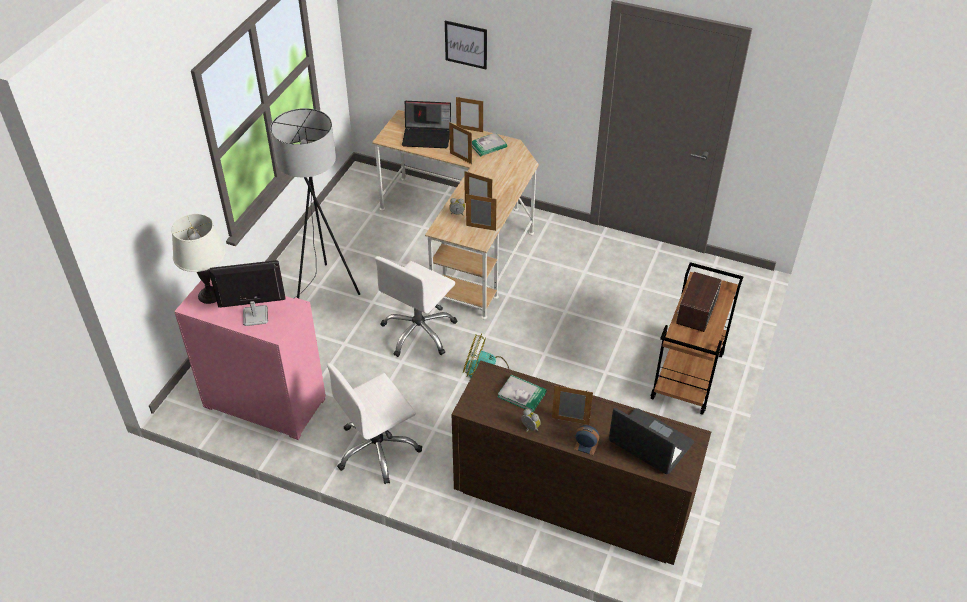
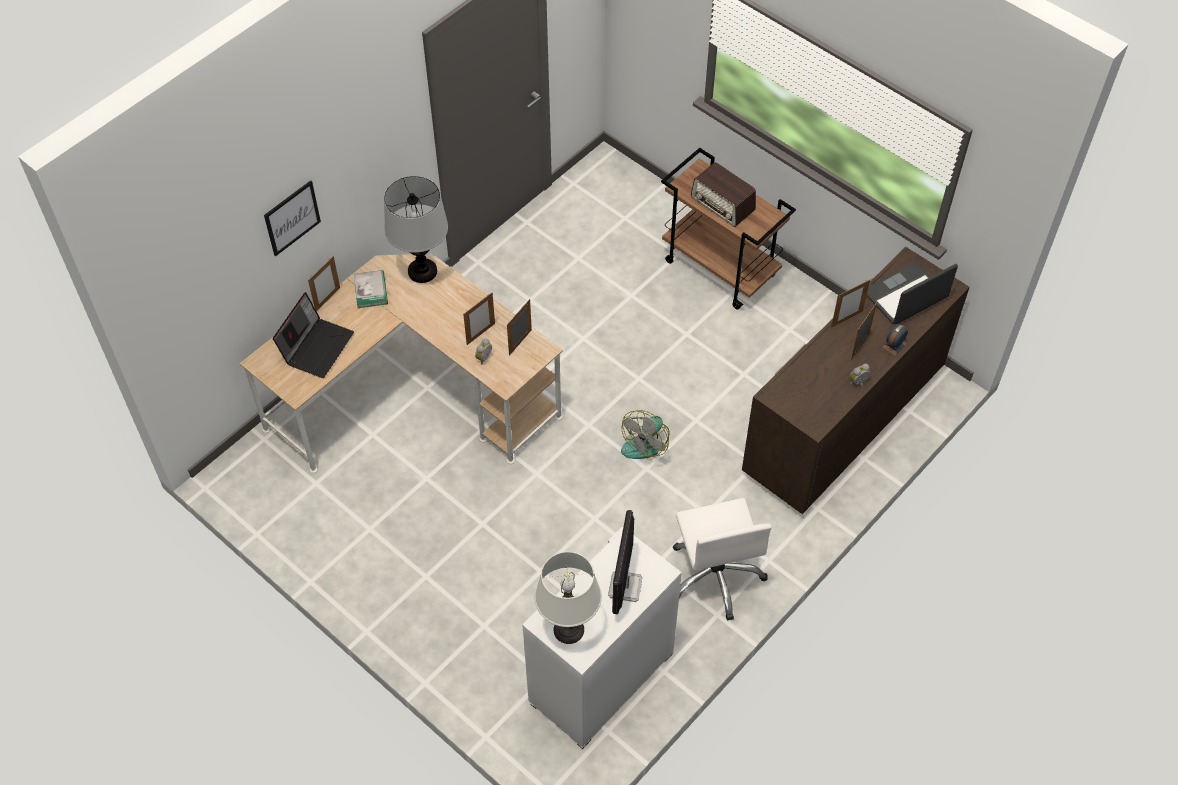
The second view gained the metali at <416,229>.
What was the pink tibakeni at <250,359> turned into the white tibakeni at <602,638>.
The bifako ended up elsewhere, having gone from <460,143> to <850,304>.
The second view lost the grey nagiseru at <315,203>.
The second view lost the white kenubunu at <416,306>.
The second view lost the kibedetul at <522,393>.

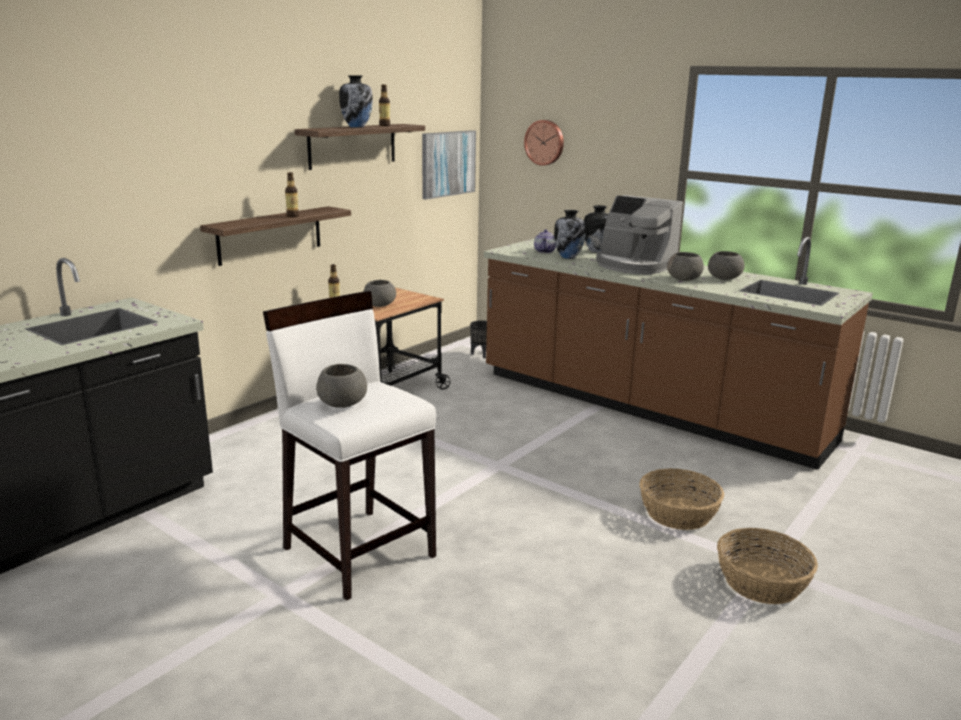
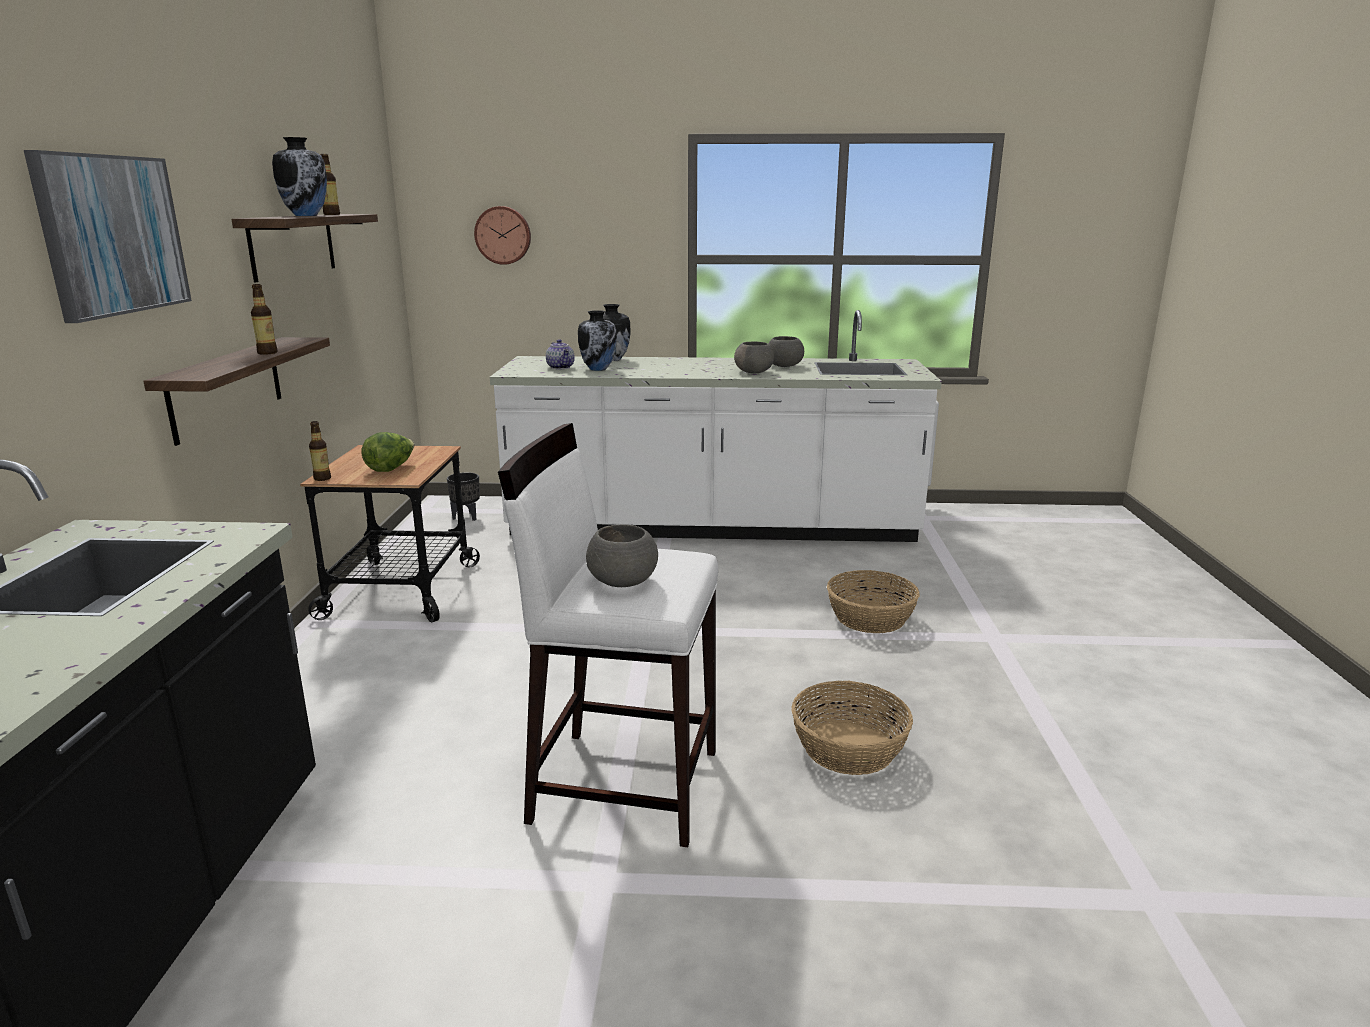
The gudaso ended up elsewhere, having gone from <449,165> to <108,236>.
Where the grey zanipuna stood at <379,293>, the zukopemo came to stand at <387,452>.
What was the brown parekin at <678,353> turned into the white parekin at <716,426>.
The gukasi ended up elsewhere, having gone from <767,566> to <852,728>.
The second view lost the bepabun at <639,234>.

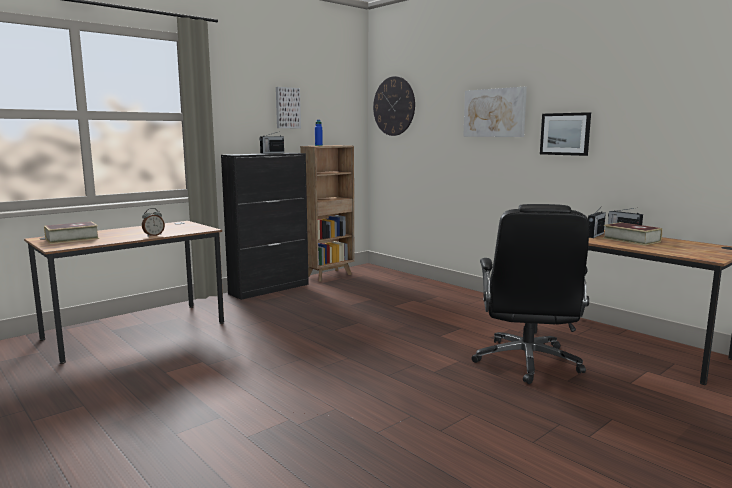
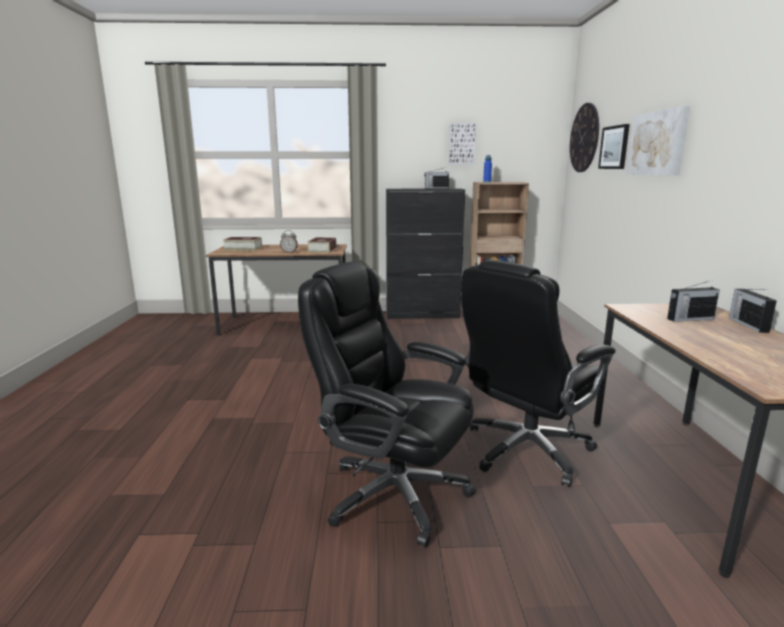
The second view gained the black kenubunu at <387,404>.
The kibedetul ended up elsewhere, having gone from <632,234> to <322,245>.
The gudaso ended up elsewhere, having gone from <565,134> to <614,146>.

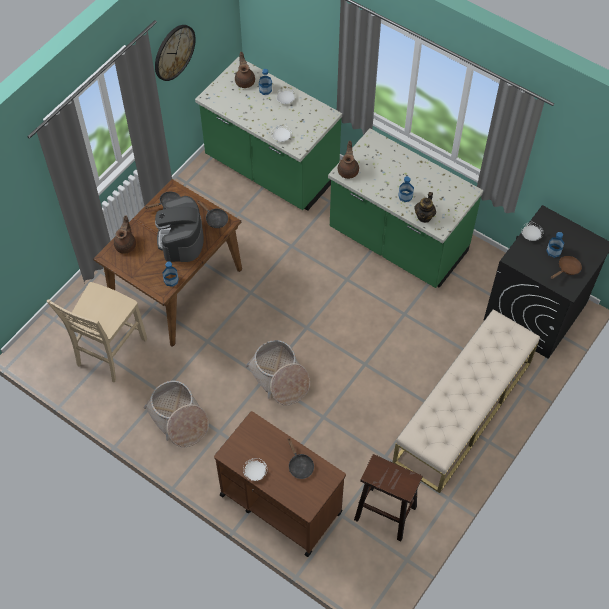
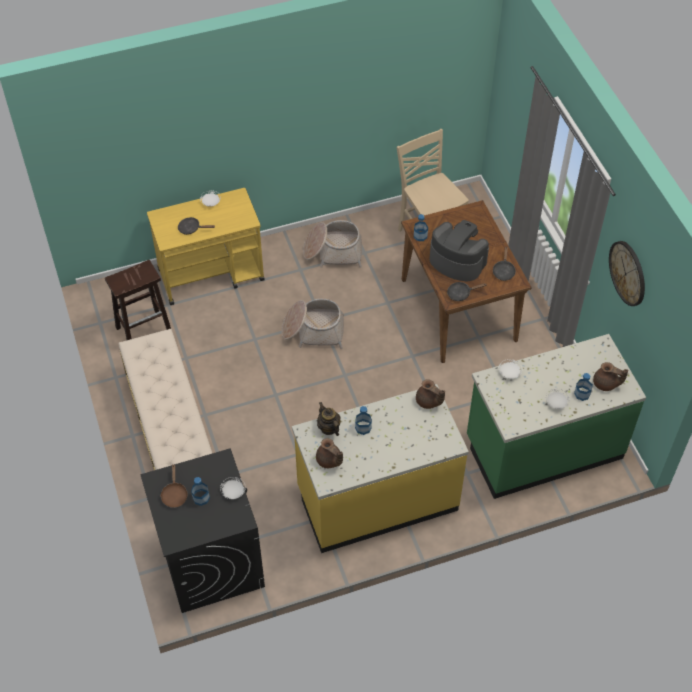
What was the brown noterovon at <280,484> turned into the yellow noterovon at <206,246>.
What was the green parekin at <405,208> turned into the yellow parekin at <380,468>.
The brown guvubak ended up elsewhere, having gone from <125,234> to <329,453>.

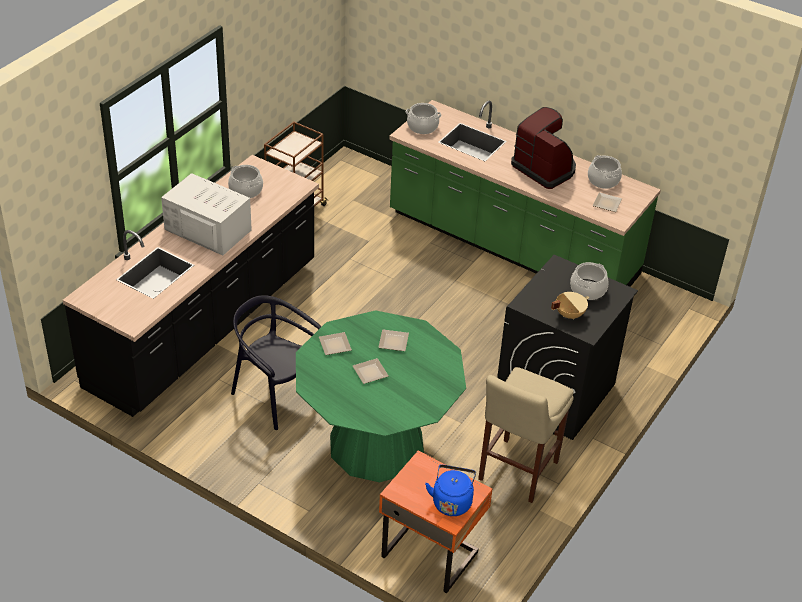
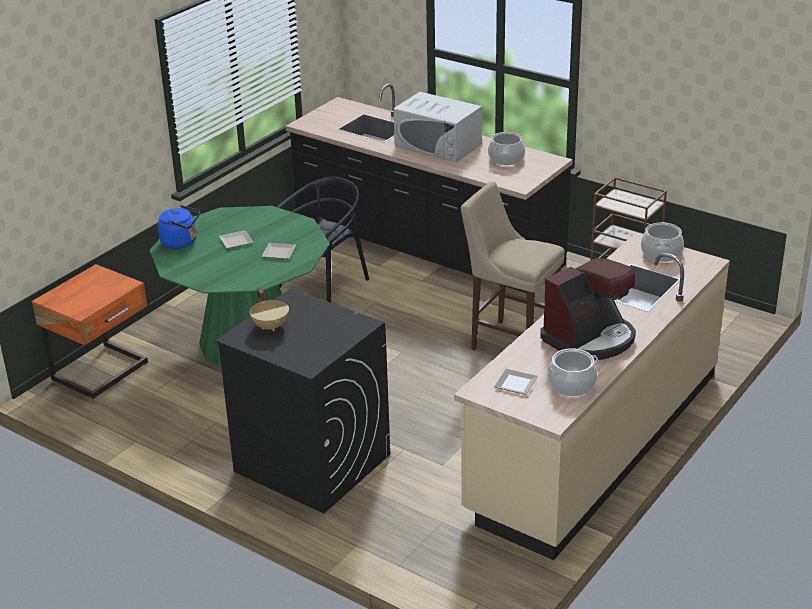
The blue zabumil ended up elsewhere, having gone from <450,490> to <179,227>.
The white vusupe at <206,214> ended up facing another way, 90 degrees clockwise from before.
What was the green parekin at <525,193> turned into the beige parekin at <592,396>.
The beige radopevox ended up elsewhere, having gone from <526,435> to <513,266>.
The second view lost the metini at <335,343>.
The second view lost the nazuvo at <589,281>.

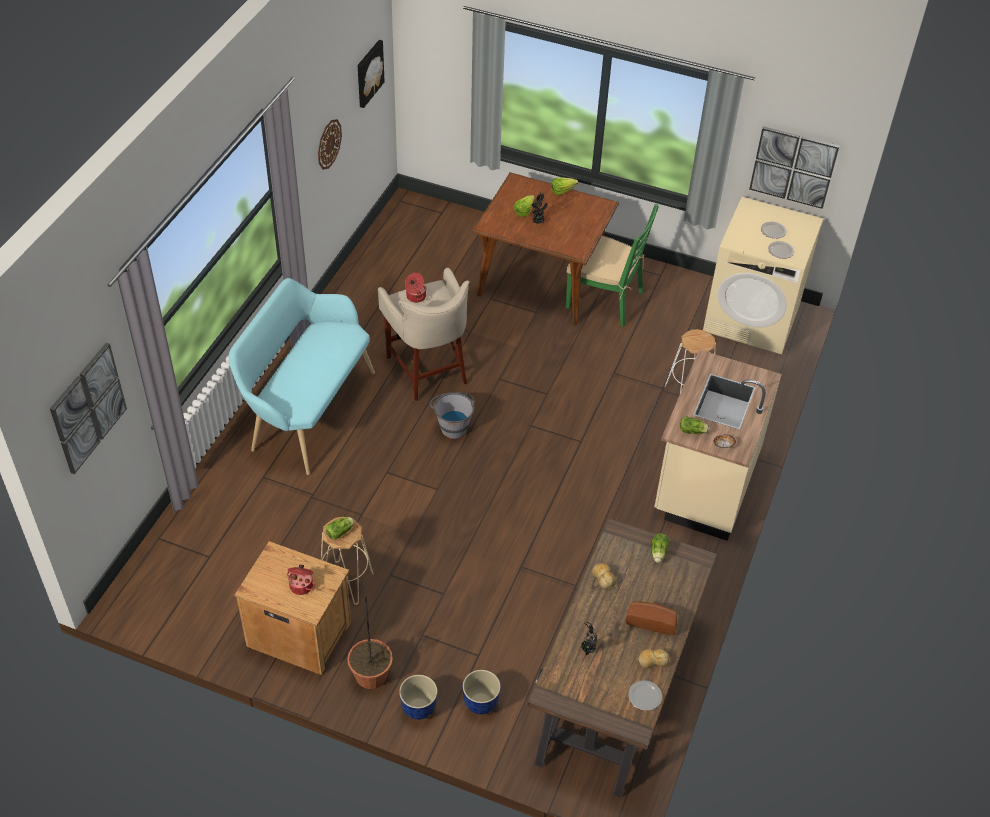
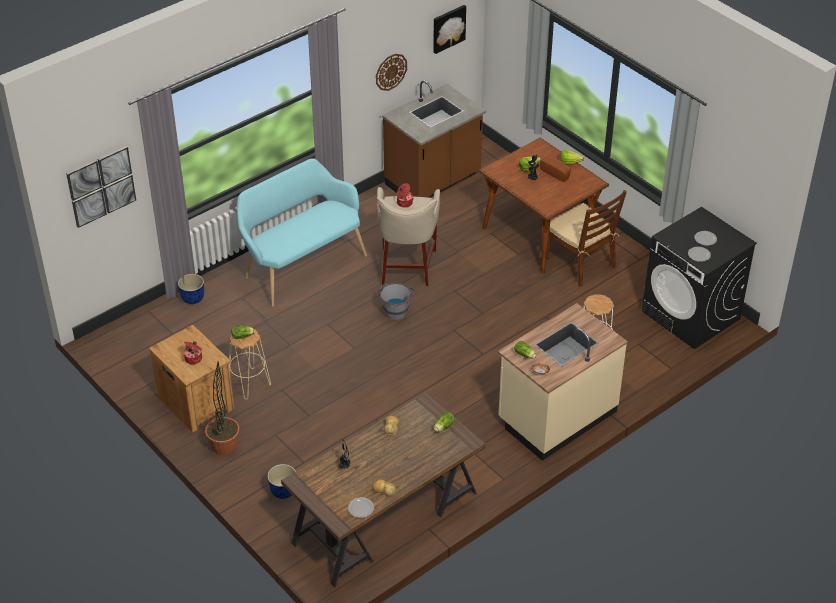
The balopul ended up elsewhere, having gone from <418,697> to <191,289>.
The second view gained the brown parekin at <434,139>.
The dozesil ended up elsewhere, having gone from <651,618> to <555,169>.
What was the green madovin at <612,265> turned into the brown madovin at <586,238>.
What was the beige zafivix at <763,275> turned into the black zafivix at <699,278>.
The second view lost the gudaso at <794,167>.

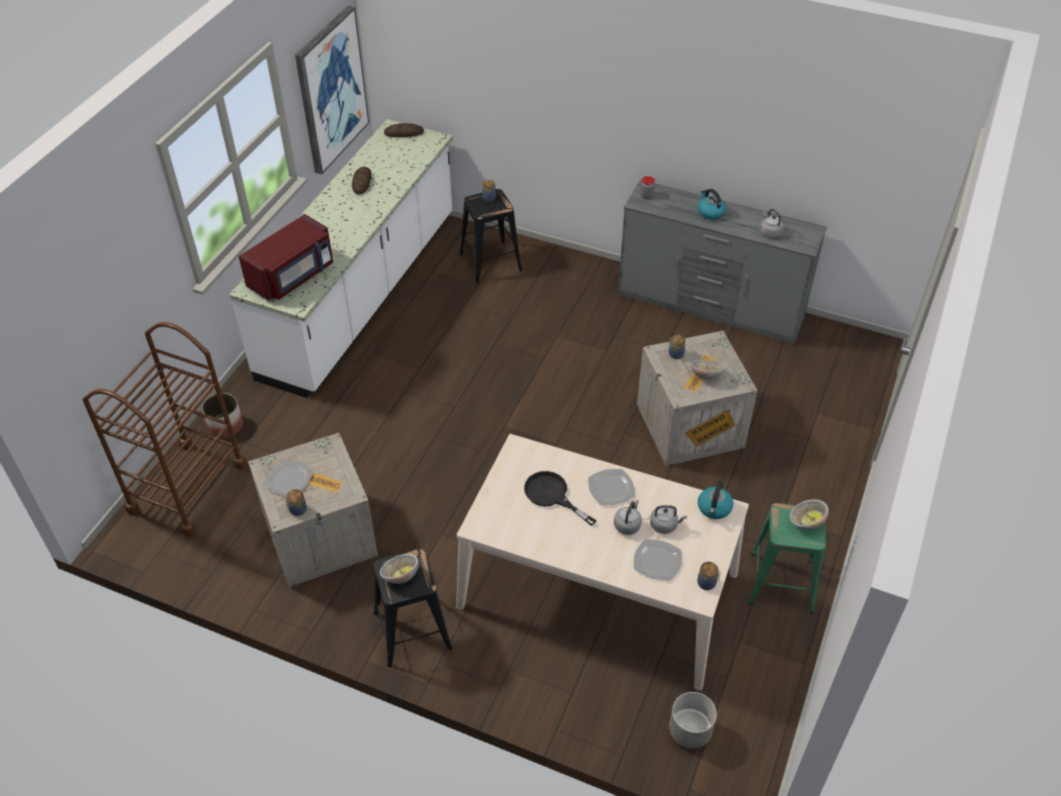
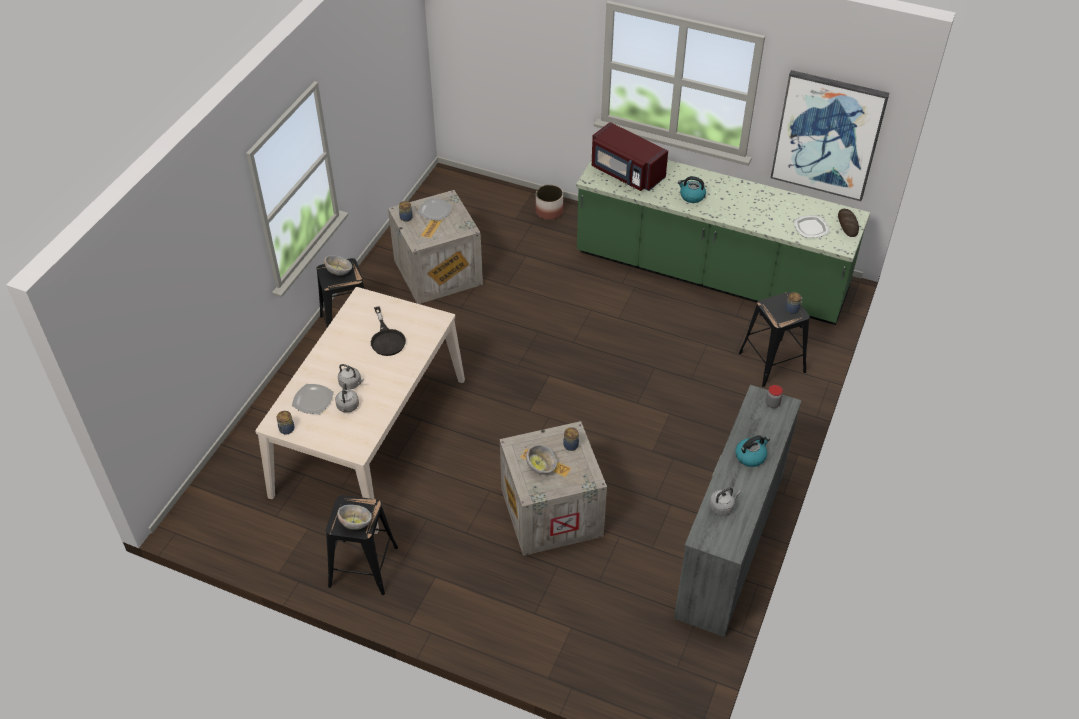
What was the green radopevox at <787,558> turned into the black radopevox at <362,545>.
The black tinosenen at <560,498> ended up facing another way, 120 degrees clockwise from before.
What was the white parekin at <341,258> turned into the green parekin at <723,242>.
The zabumil ended up elsewhere, having gone from <715,500> to <692,189>.
The metini ended up elsewhere, having gone from <611,487> to <811,226>.
The second view lost the brown noterovon at <165,429>.
The second view lost the dozesil at <362,180>.
The second view lost the grey balopul at <693,720>.

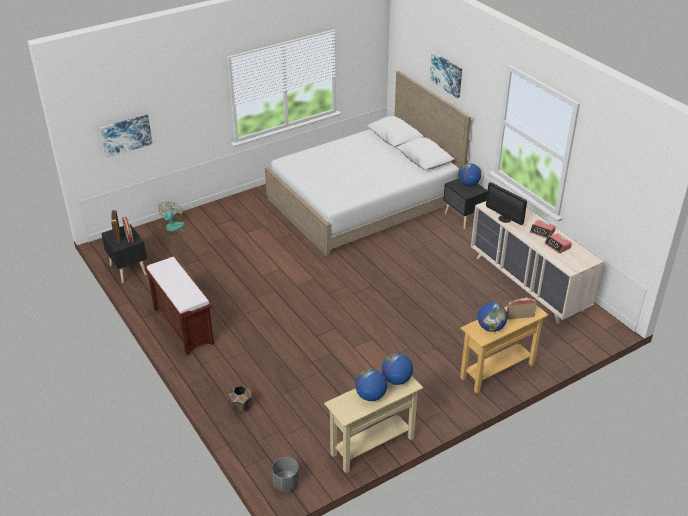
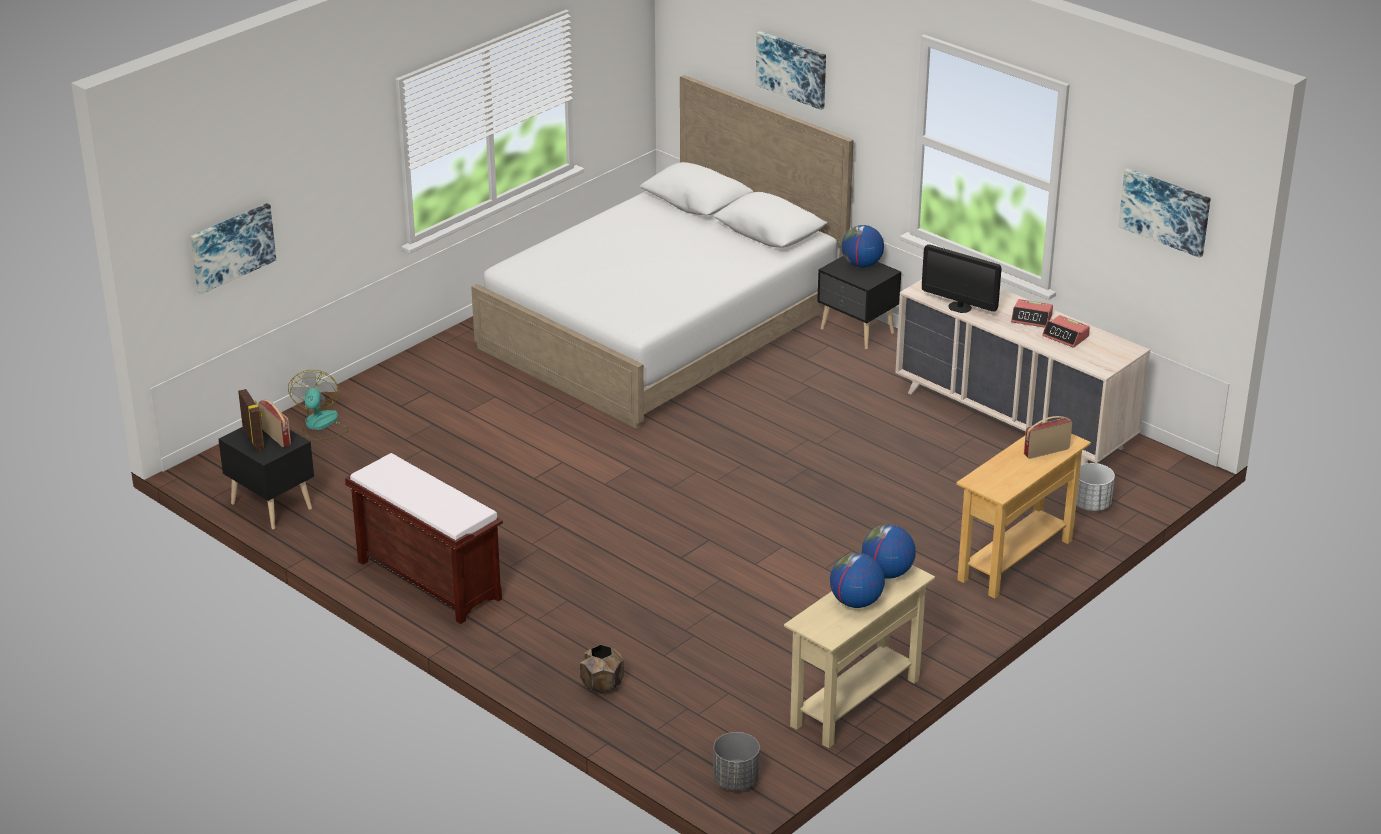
The second view gained the white balopul at <1095,487>.
The second view gained the gudaso at <1164,213>.
The second view lost the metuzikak at <492,317>.

